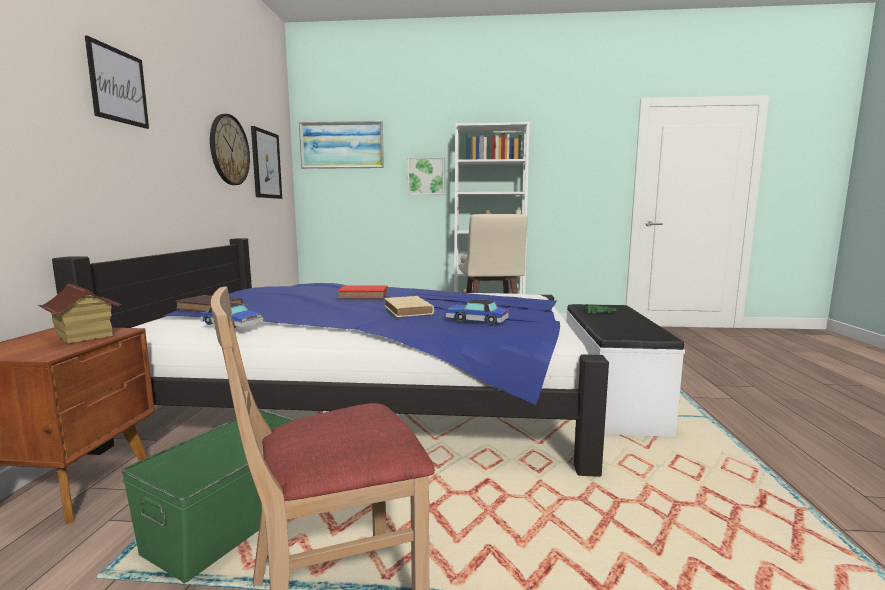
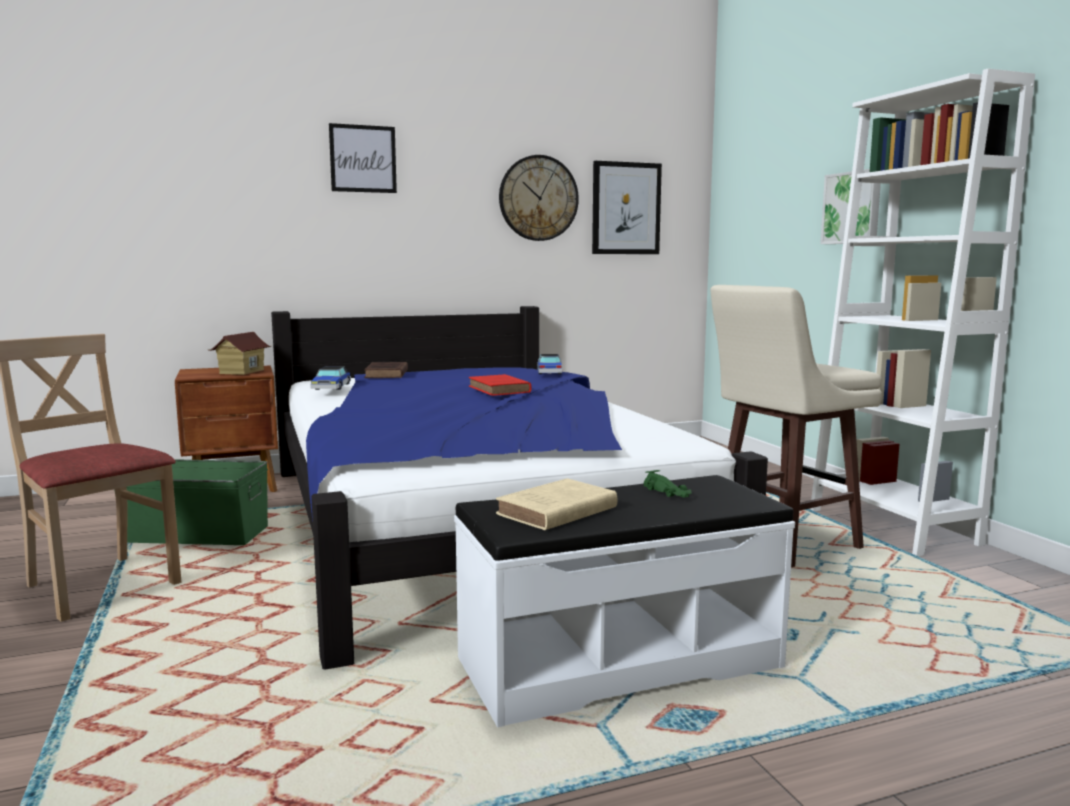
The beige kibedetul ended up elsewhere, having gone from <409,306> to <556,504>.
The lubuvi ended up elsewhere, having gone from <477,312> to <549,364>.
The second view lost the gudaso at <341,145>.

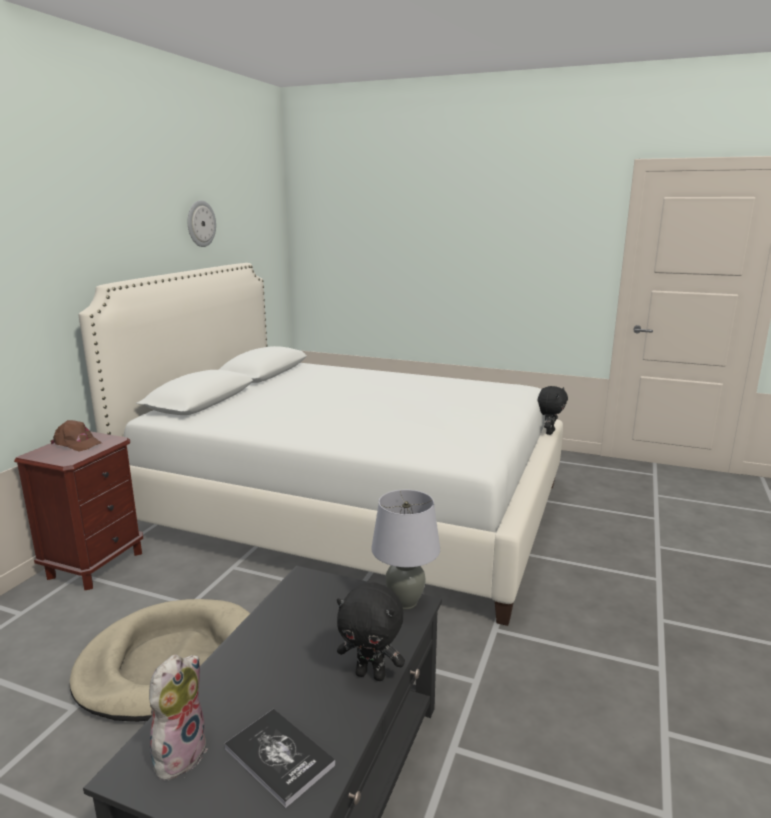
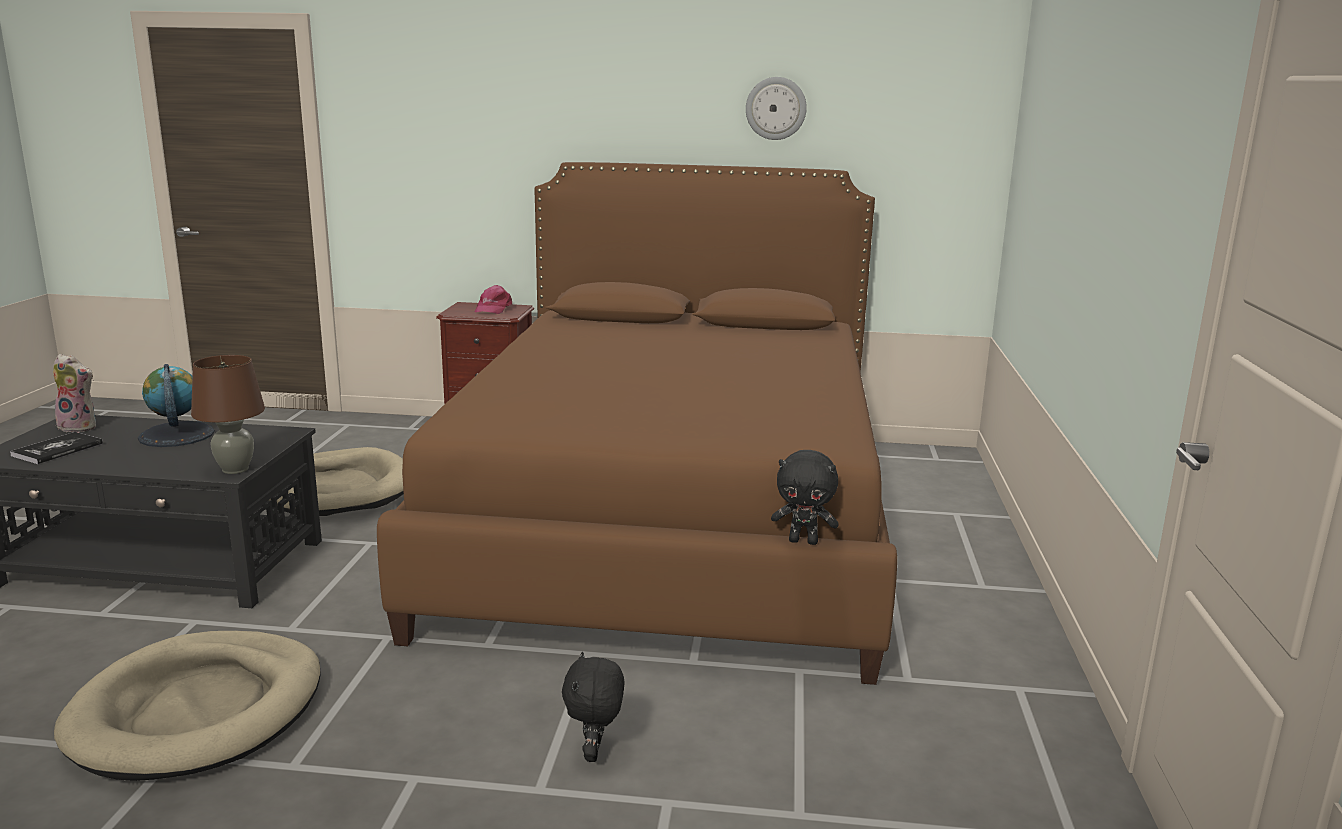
The second view gained the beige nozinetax at <187,706>.
The second view gained the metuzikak at <176,405>.
What was the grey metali at <405,549> turned into the brown metali at <228,414>.
What was the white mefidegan at <321,444> turned into the brown mefidegan at <637,423>.
What was the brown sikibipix at <76,436> turned into the pink sikibipix at <493,299>.
The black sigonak ended up elsewhere, having gone from <371,631> to <593,706>.

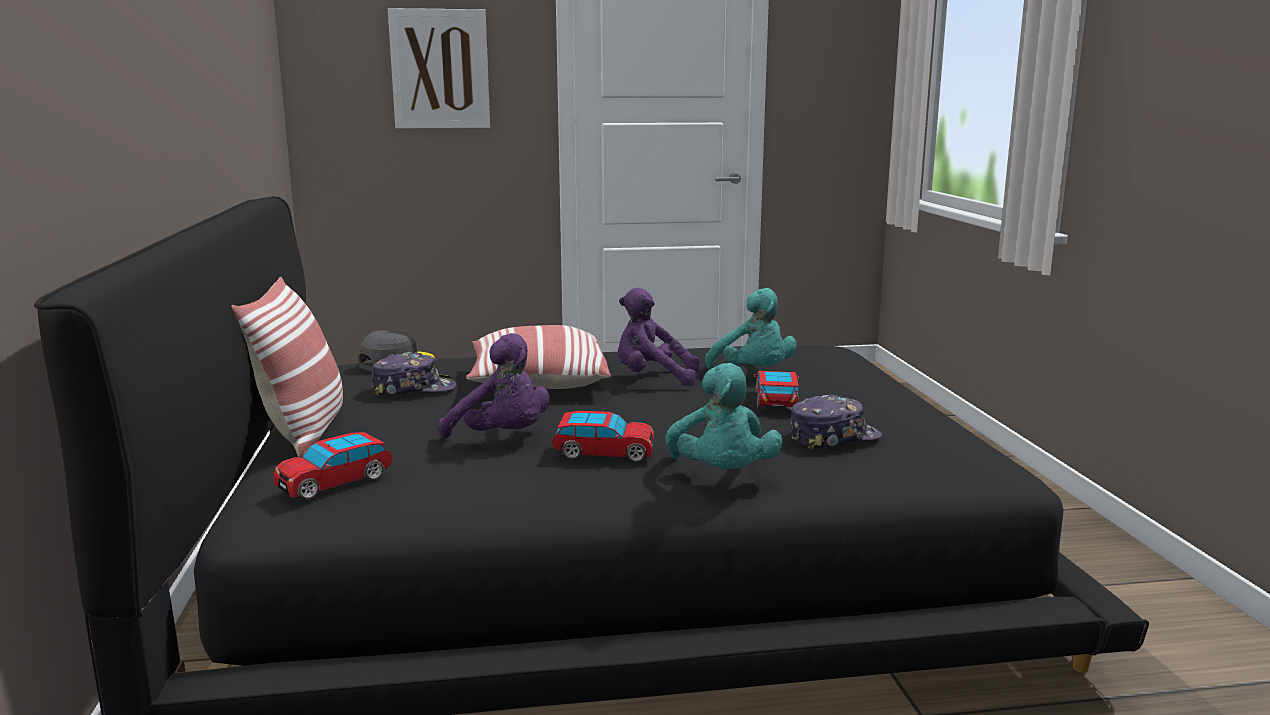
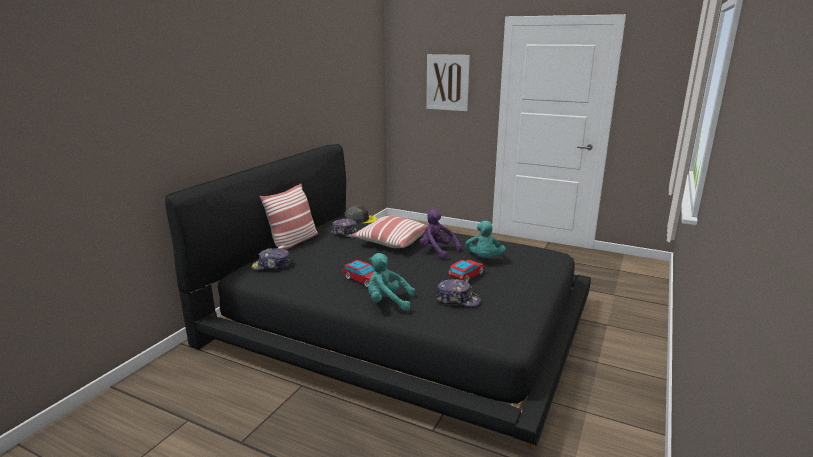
Where the lubuvi stood at <332,465>, the sikibipix came to stand at <271,259>.
The turquoise sigonak at <724,416> ended up facing another way, 75 degrees clockwise from before.
The second view lost the purple sigonak at <494,385>.

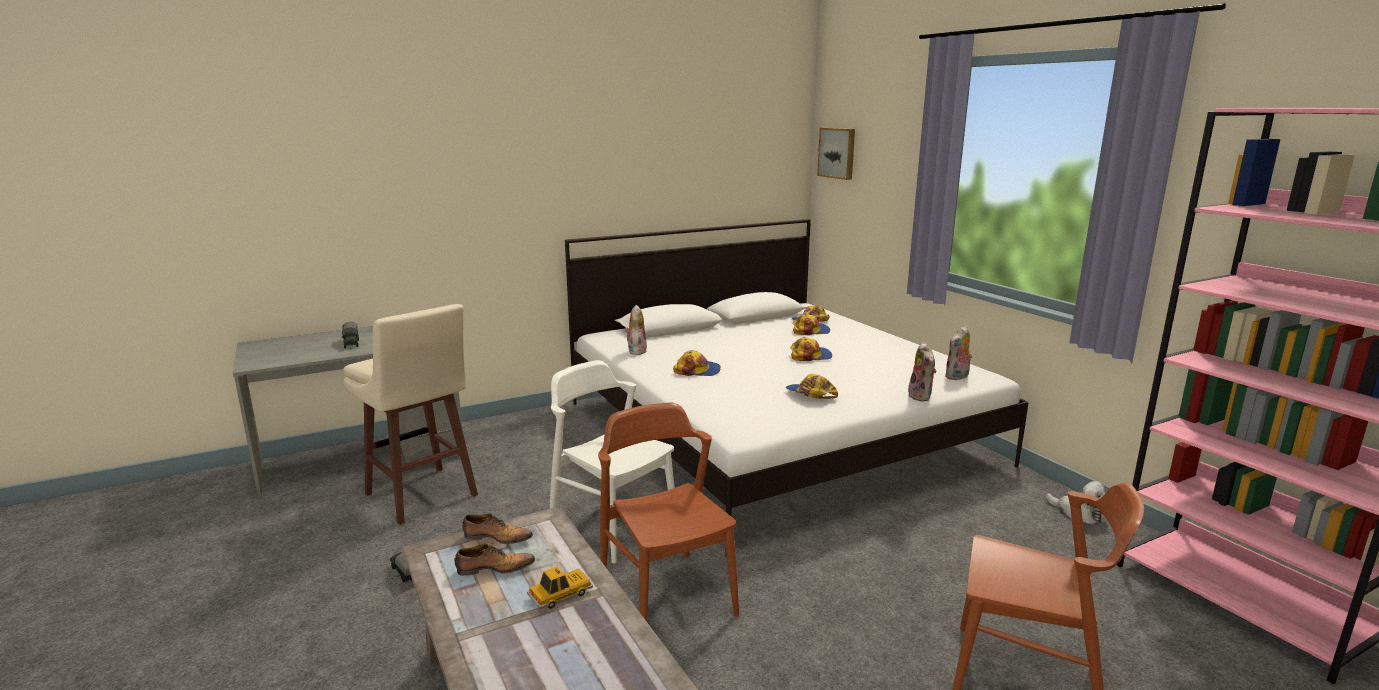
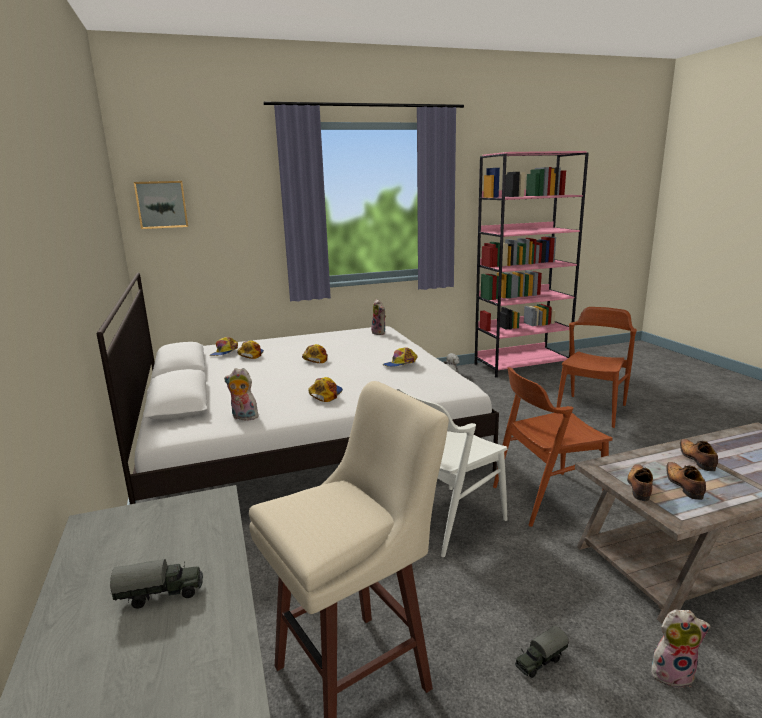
The sigonak ended up elsewhere, having gone from <922,372> to <680,649>.
Where the lubuvi stood at <560,587>, the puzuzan came to stand at <699,455>.

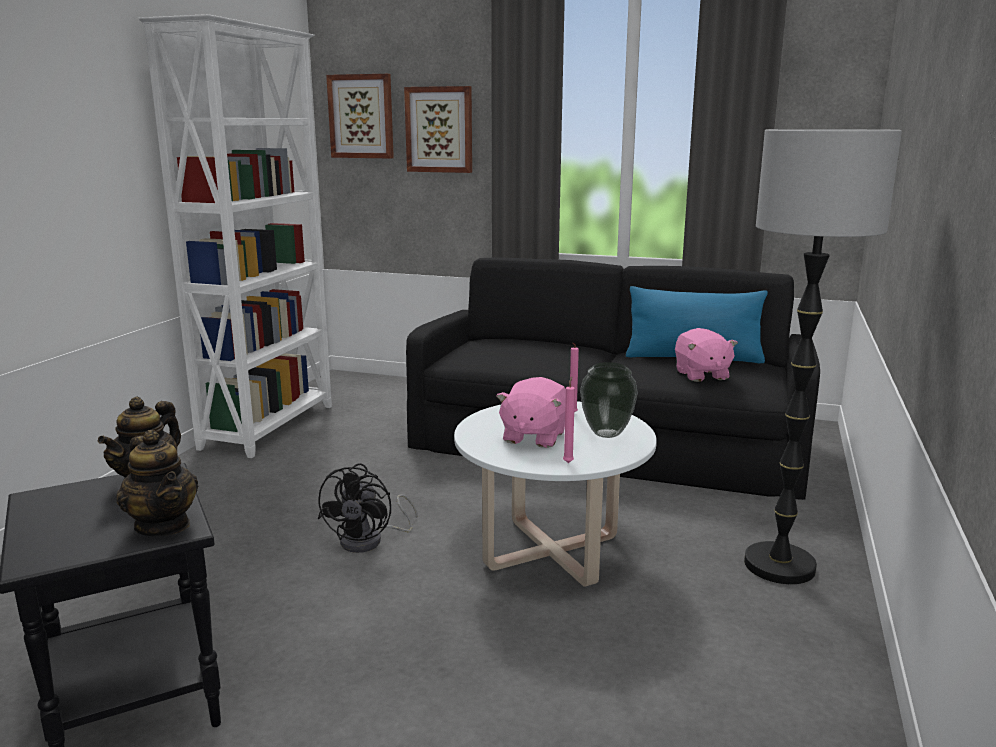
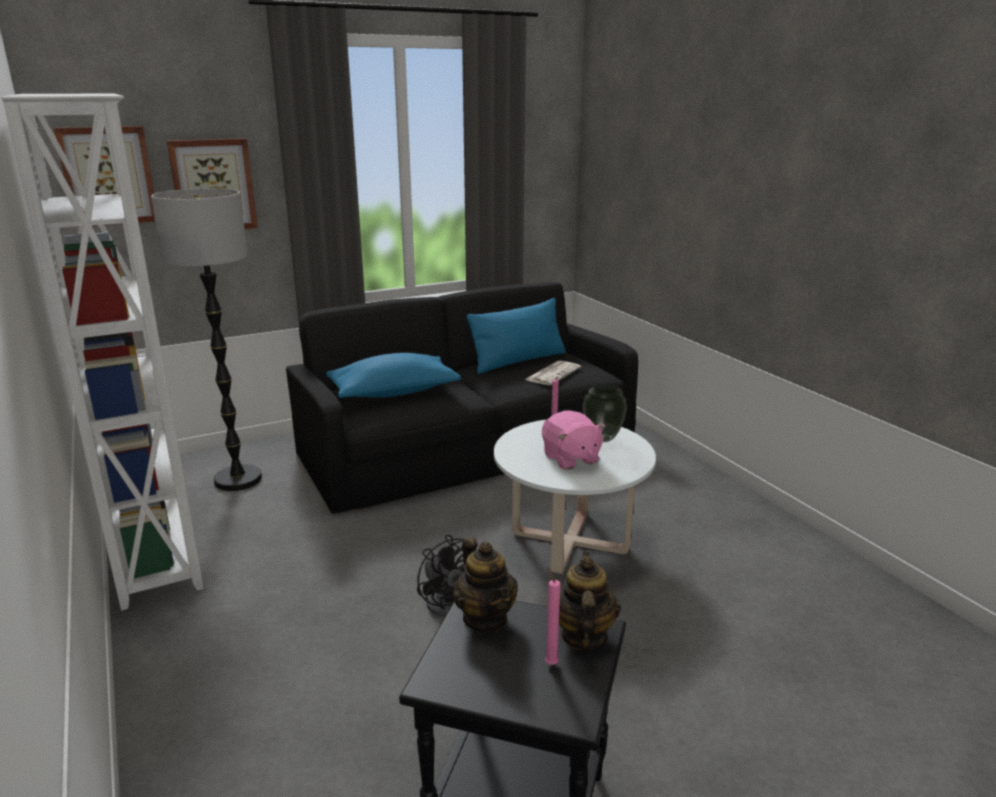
The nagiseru ended up elsewhere, having gone from <823,356> to <206,339>.
The second view gained the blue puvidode at <393,375>.
Where the pink sigonak stood at <706,355>, the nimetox came to stand at <553,373>.
The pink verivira ended up elsewhere, having gone from <569,419> to <552,616>.
The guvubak at <157,483> ended up facing another way, 90 degrees counterclockwise from before.

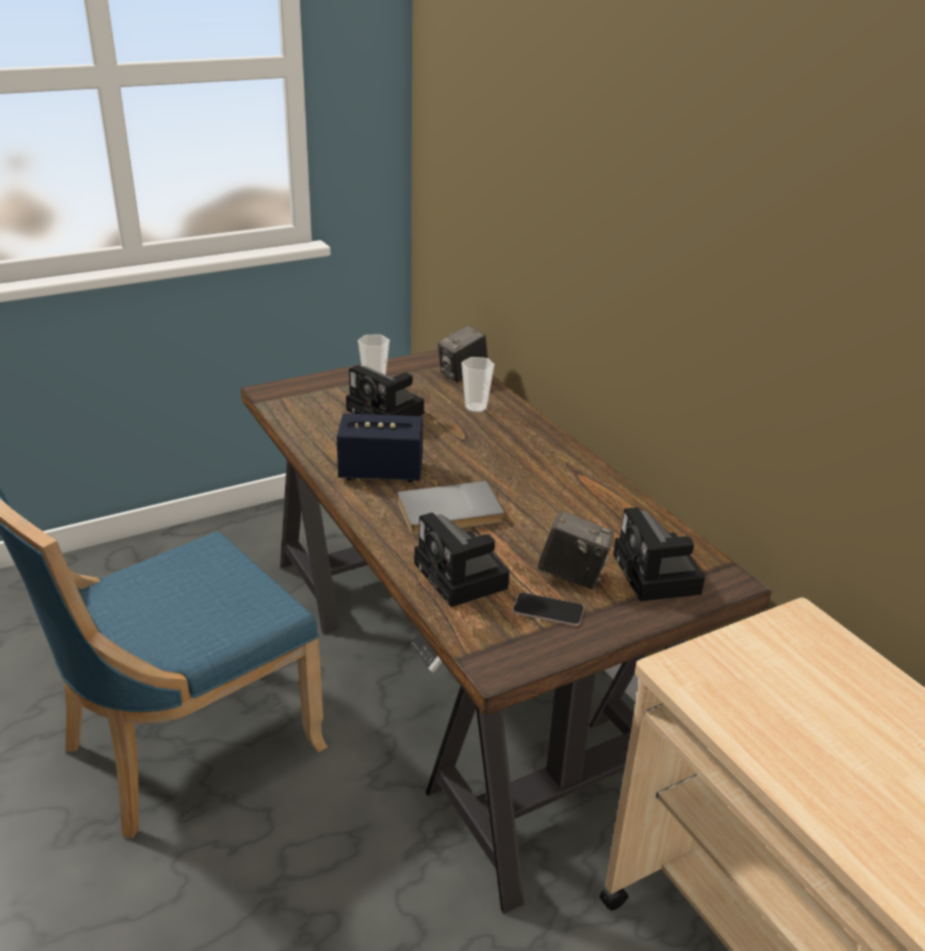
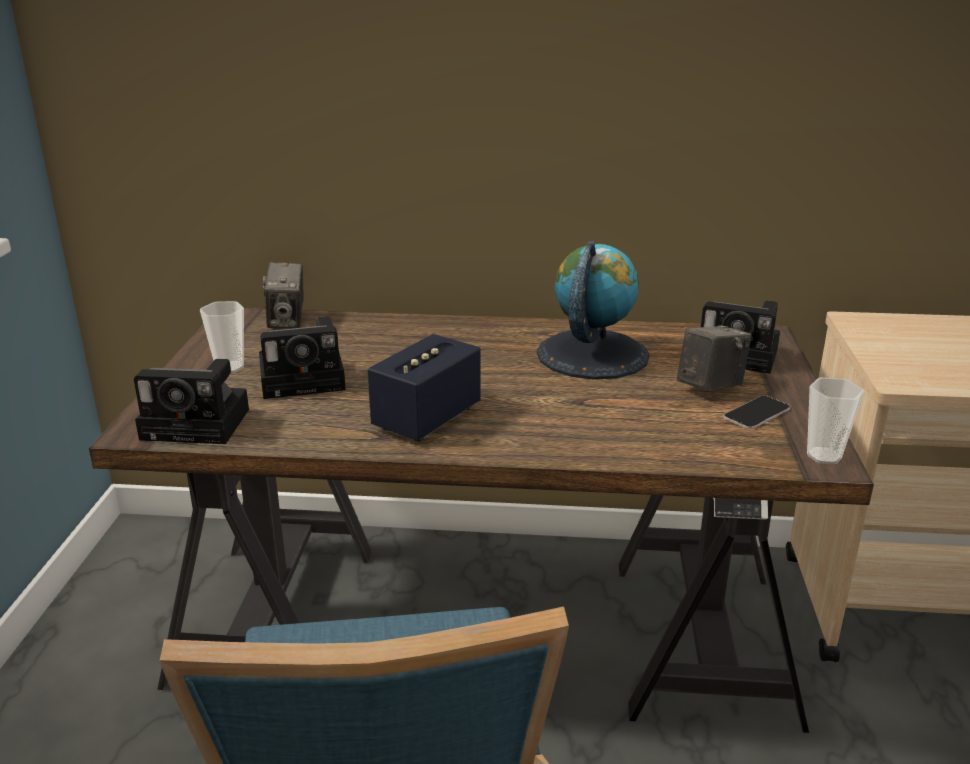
The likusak ended up elsewhere, having gone from <462,559> to <191,401>.
The second view gained the metuzikak at <593,310>.
The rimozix ended up elsewhere, having gone from <478,385> to <836,420>.
The second view lost the grey kibedetul at <450,508>.

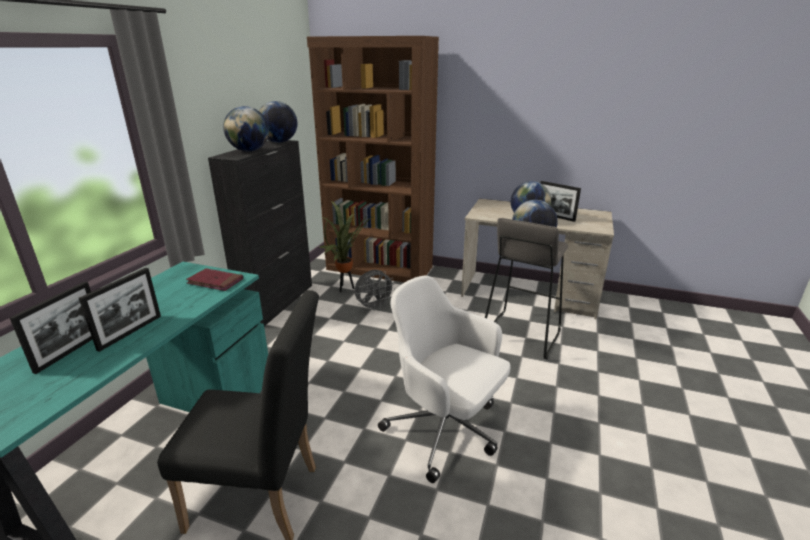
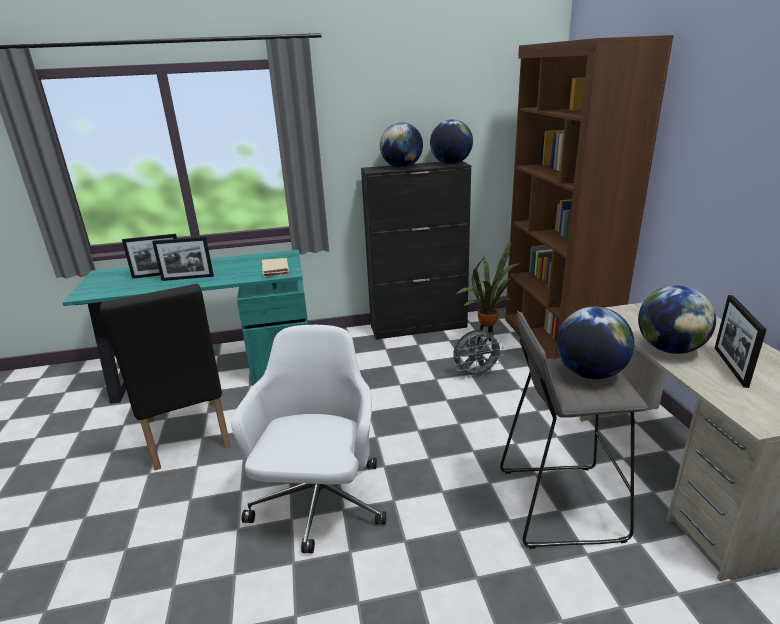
What was the red kibedetul at <214,279> turned into the beige kibedetul at <275,267>.
The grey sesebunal at <375,290> ended up facing another way, 45 degrees counterclockwise from before.

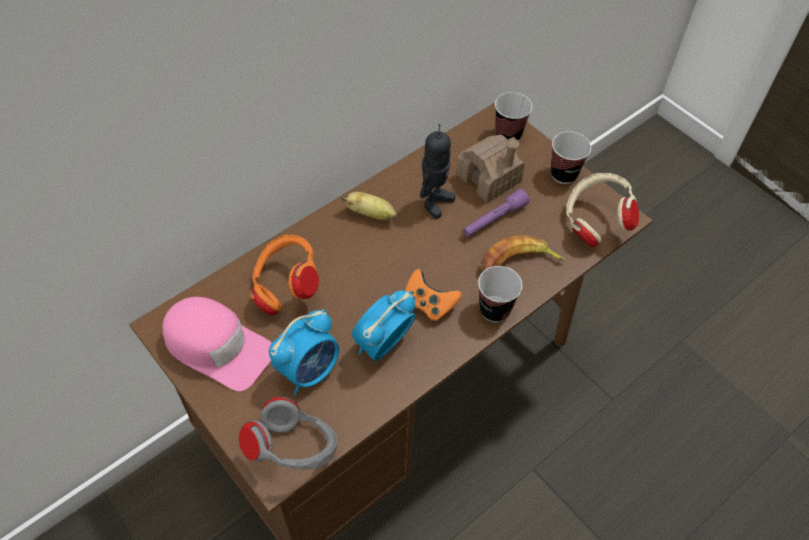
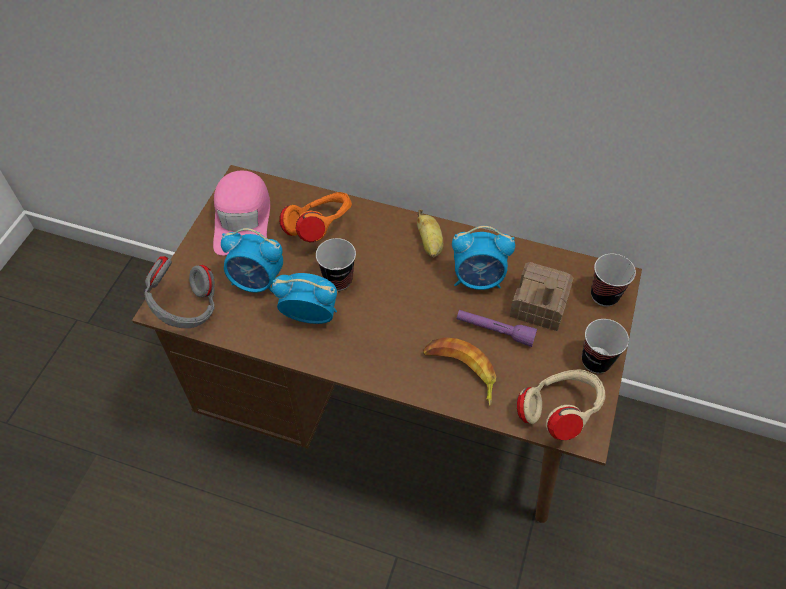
The rimozix ended up elsewhere, having gone from <500,294> to <336,264>.
Where the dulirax stood at <437,171>, the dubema came to stand at <483,258>.
The second view lost the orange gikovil at <433,295>.

